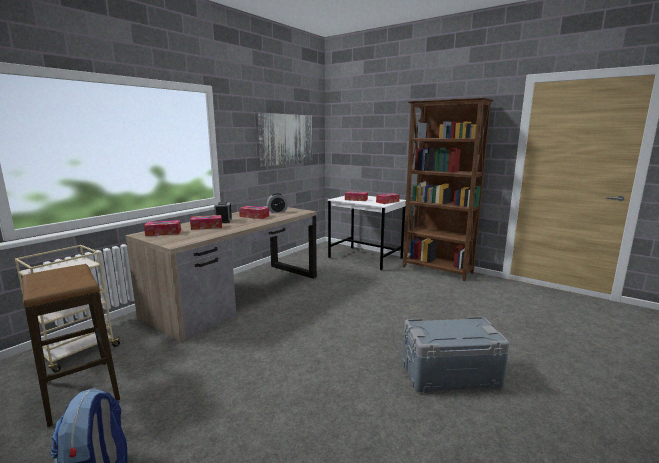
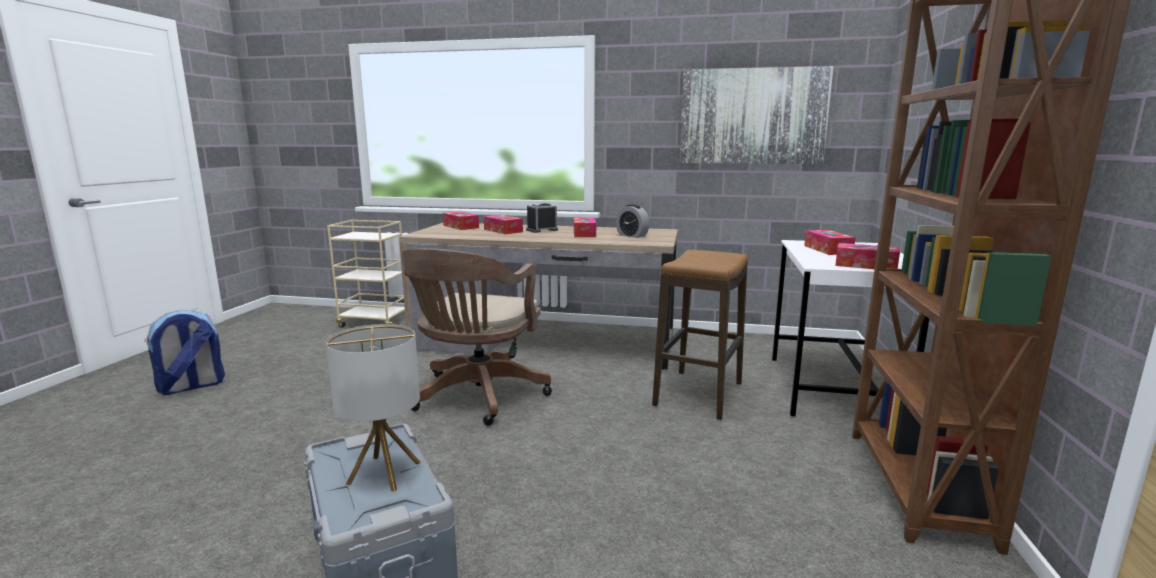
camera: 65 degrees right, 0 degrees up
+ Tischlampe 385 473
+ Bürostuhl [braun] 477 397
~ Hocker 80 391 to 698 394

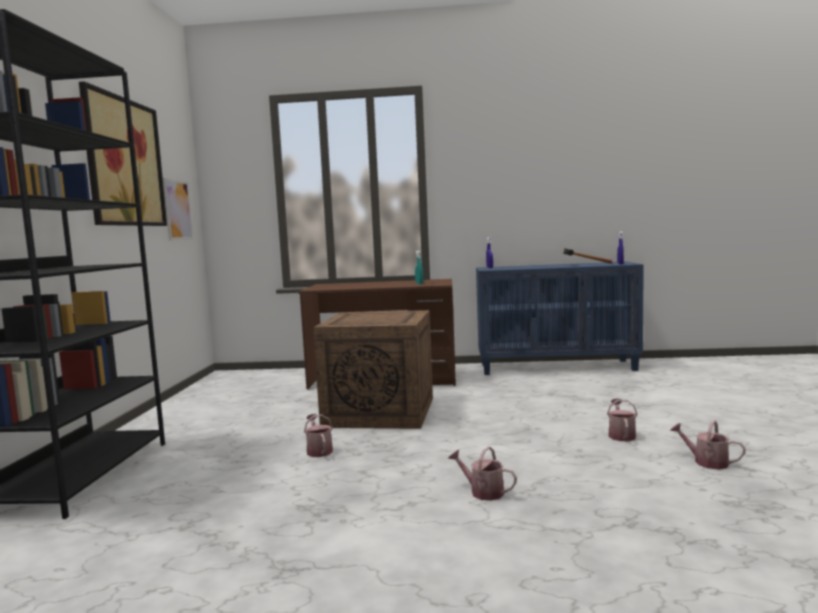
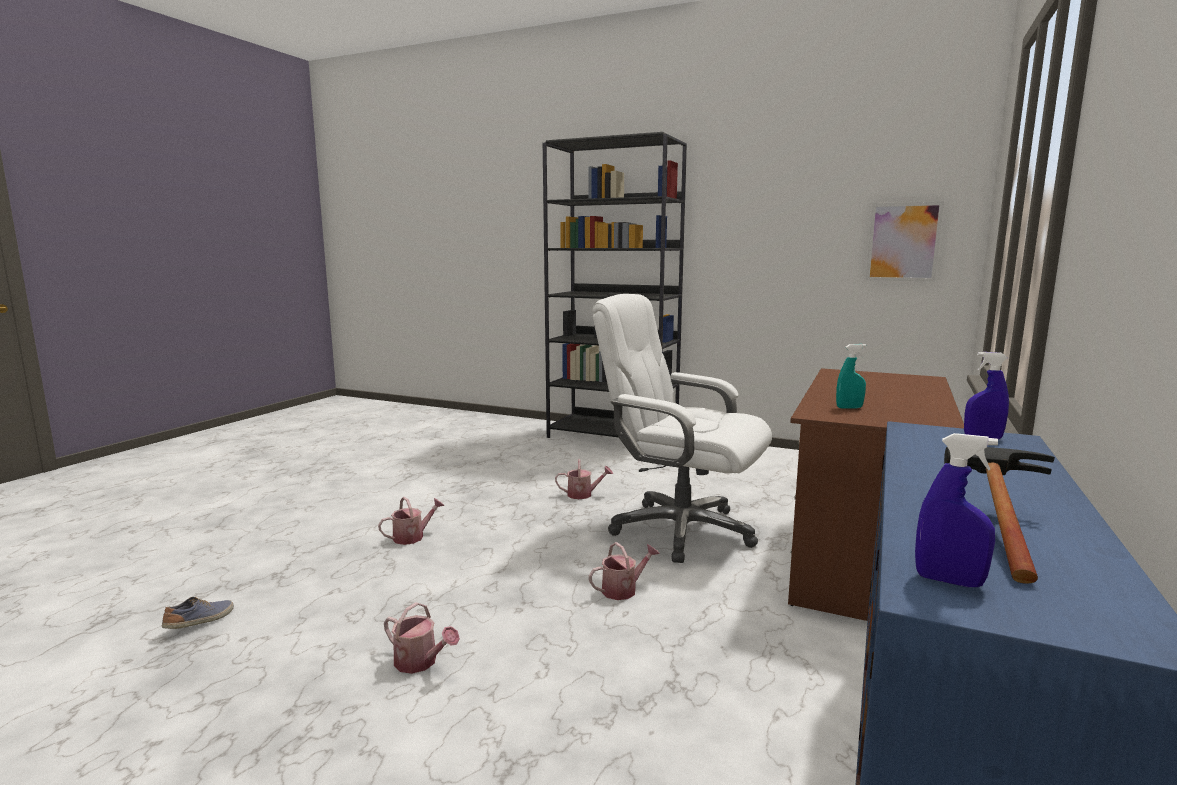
camera: 110 degrees right, 5 degrees up
+ Schuh 201 622
~ Gießkanne 706 462 to 623 589
~ Kiste 378 412 to Bürostuhl [weiß] 680 530
- Bild 124 162

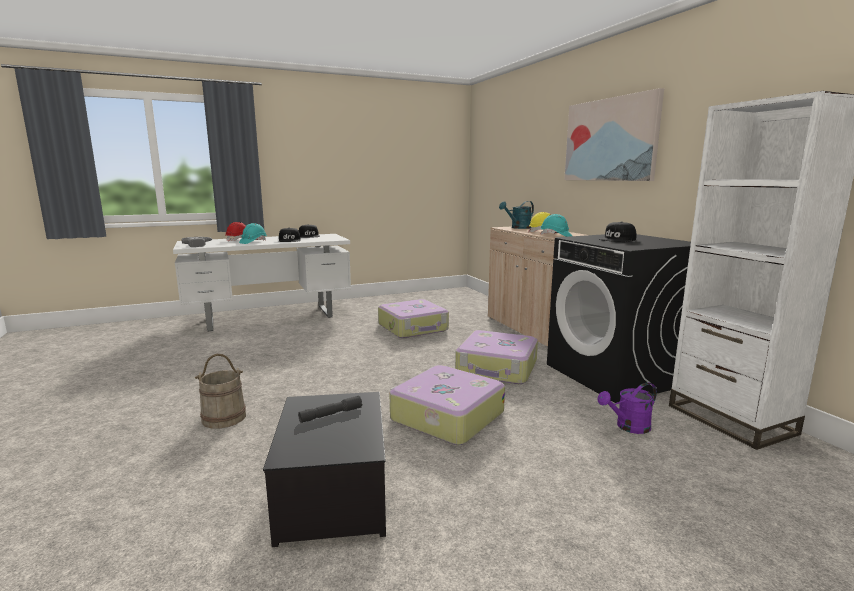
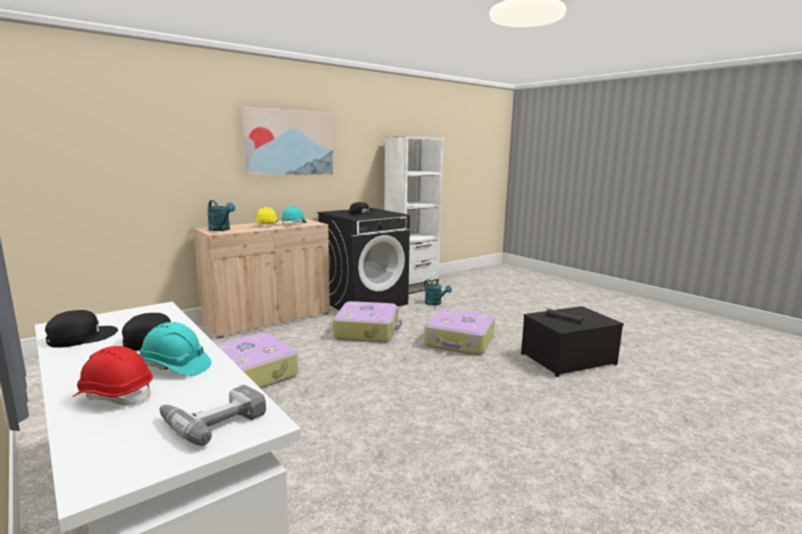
camera: 105 degrees left, 0 degrees up
~ Gießkanne [lila] 628 427 to Gießkanne [türkis] 435 303
- Eimer [beige] 224 418

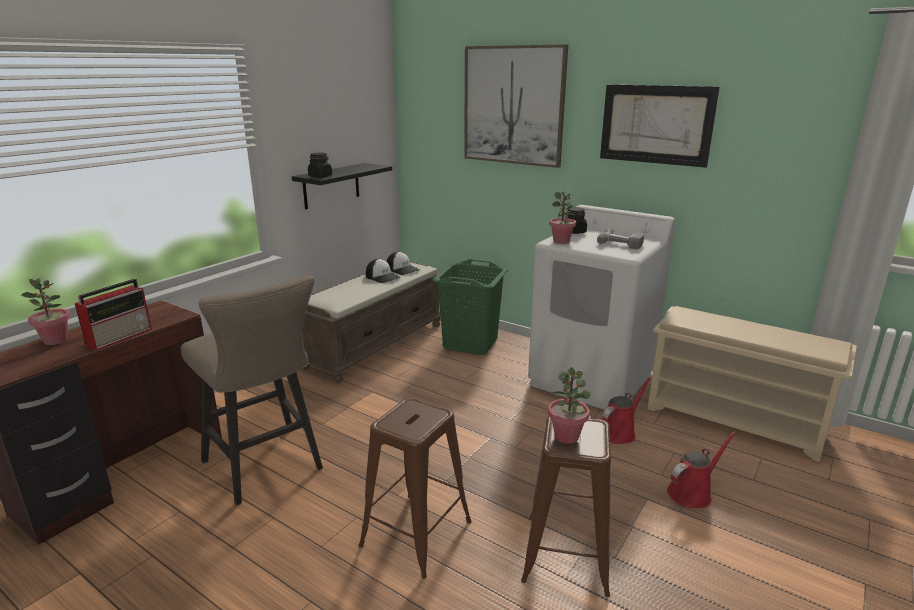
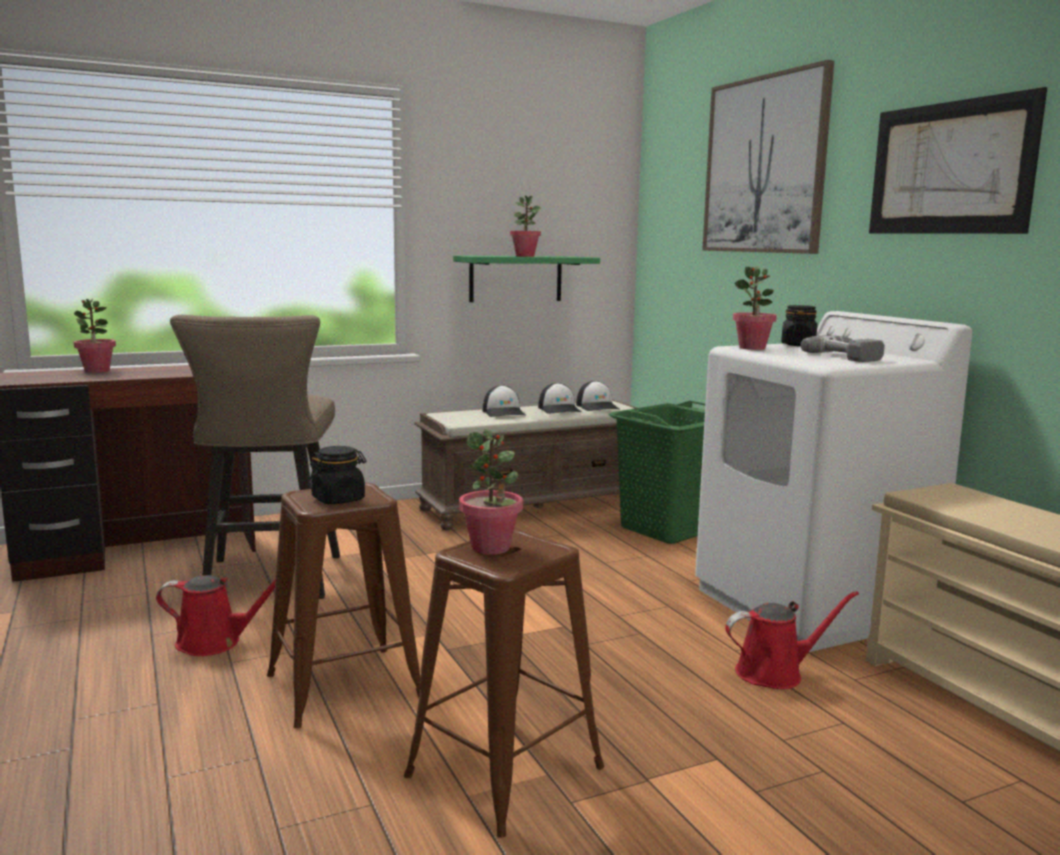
camera: 30 degrees right, 10 degrees down
~ Gießkanne [rot] 692 493 to 215 642
~ Vorratsglas [schwarz] 320 176 to 338 499
~ Wandregal [schwarz] 331 185 to Wandregal [grün] 516 278
+ Kappe 504 412
+ Topfpflanze 525 256
- Radio 120 336

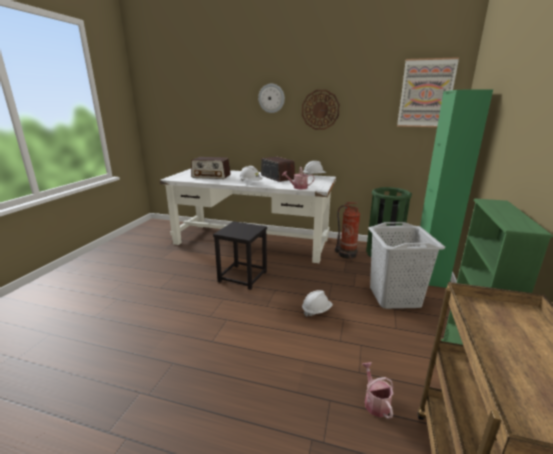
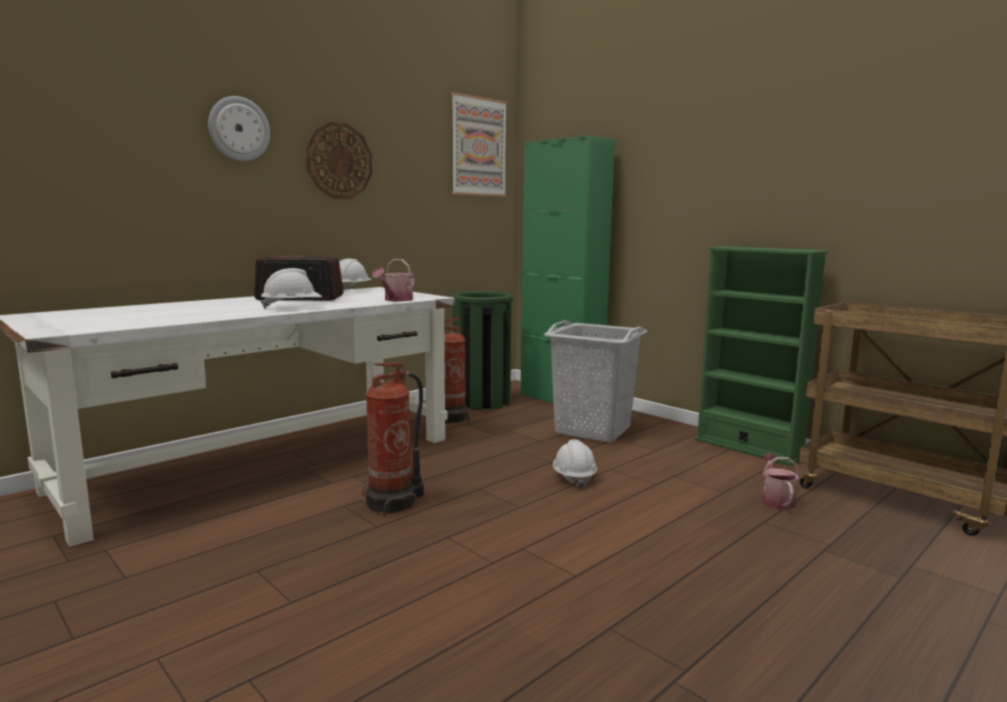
camera: 60 degrees left, 10 degrees down
~ Hocker [schwarz] 242 277 to Feuerlöscher 393 503
~ Gießkanne 375 402 = 776 500 75 degrees clockwise
- Radio 211 176

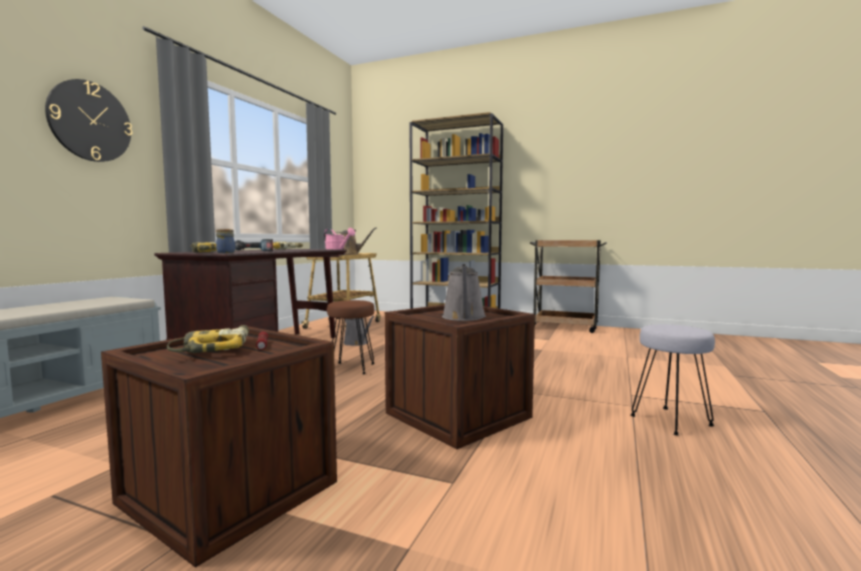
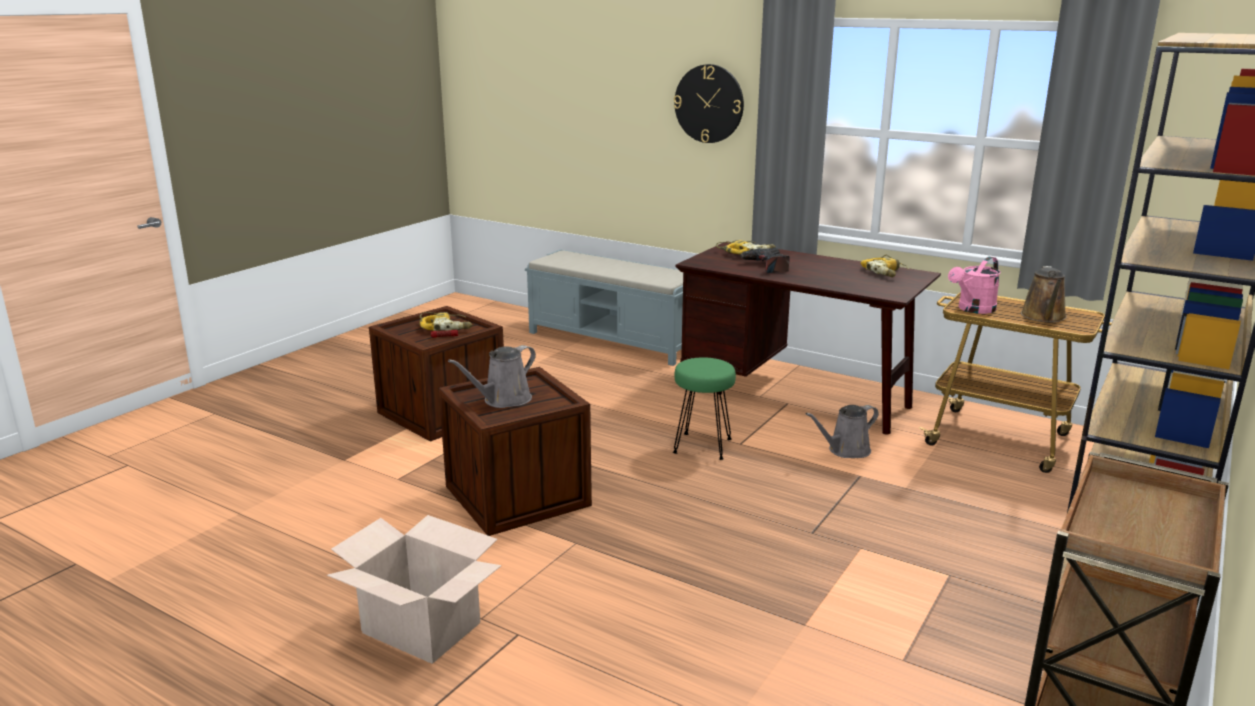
camera: 100 degrees right, 15 degrees up
~ Hocker [grau] 671 421 to Karton 420 628
~ Gießkanne [grau] 464 318 = 503 400 60 degrees counterclockwise
~ Hocker [braun] 352 368 to Hocker [grün] 702 446
- Vorratsglas 226 252

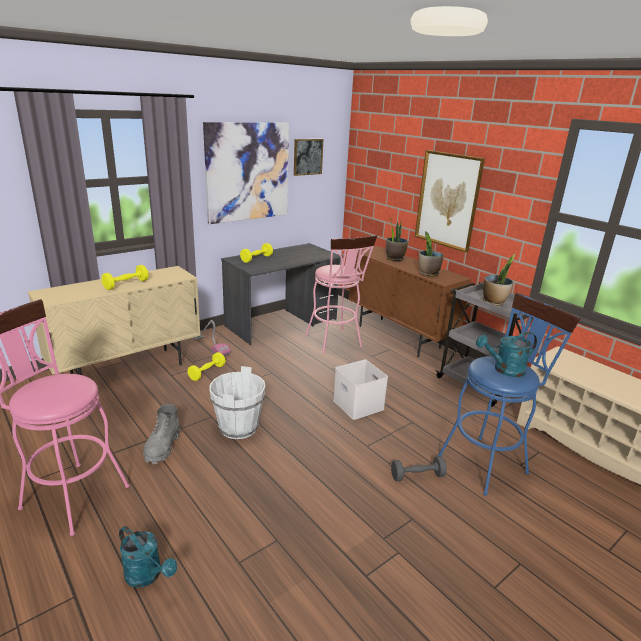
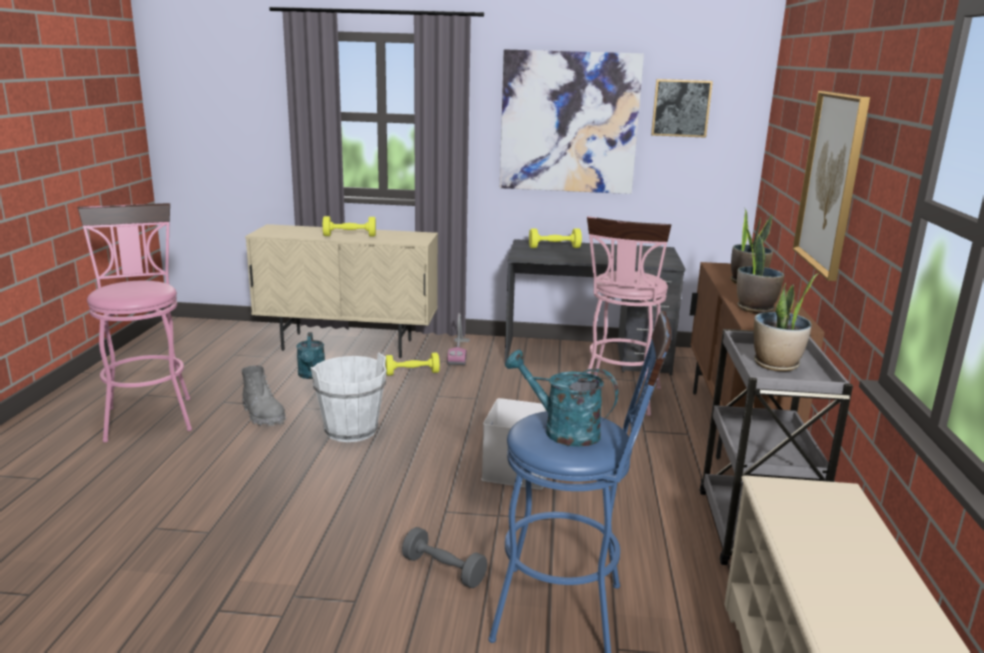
camera: 45 degrees right, 5 degrees down
~ Stiefel [grau] 162 447 = 263 415 90 degrees counterclockwise
~ Gießkanne [türkis] 147 575 to 312 375

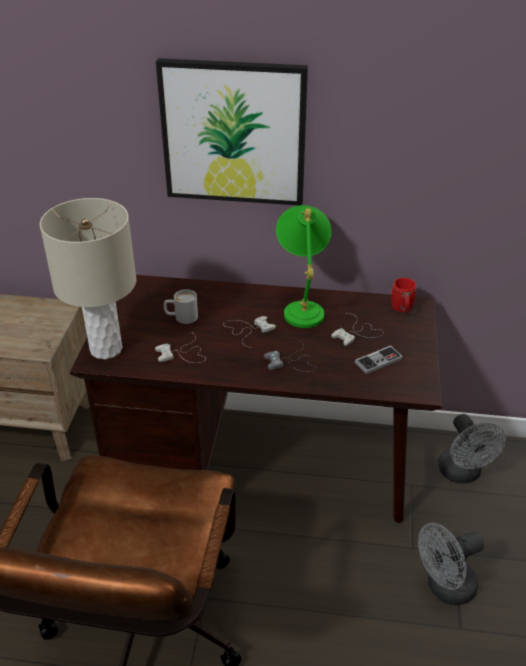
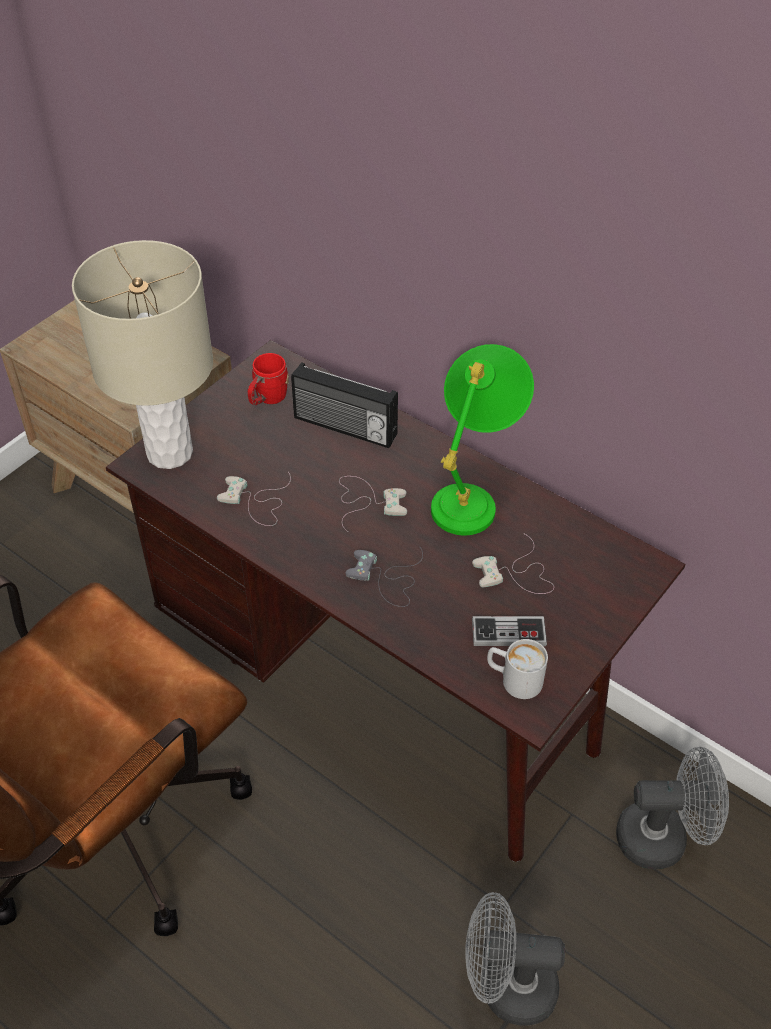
camera: 30 degrees right, 10 degrees up
~ Henkelbecher [rot] 402 309 to 267 399
+ Radio 344 428
~ Henkelbecher [weiß] 181 317 to 513 679
~ Ventilator [grau] 462 474 = 663 837 105 degrees counterclockwise
- Bild 234 133

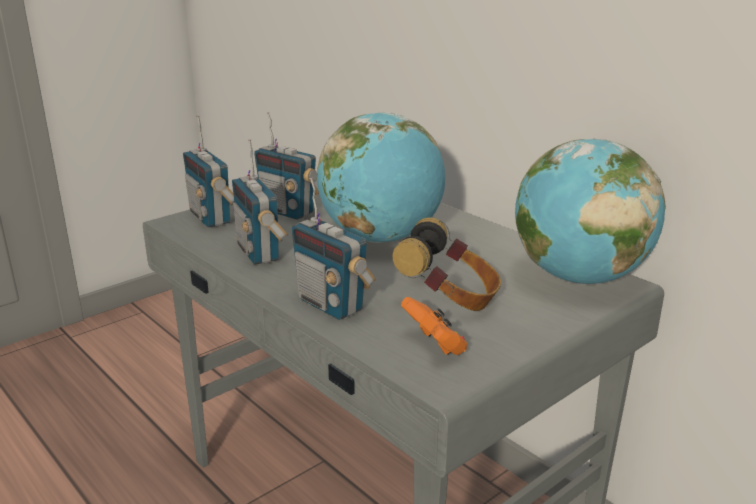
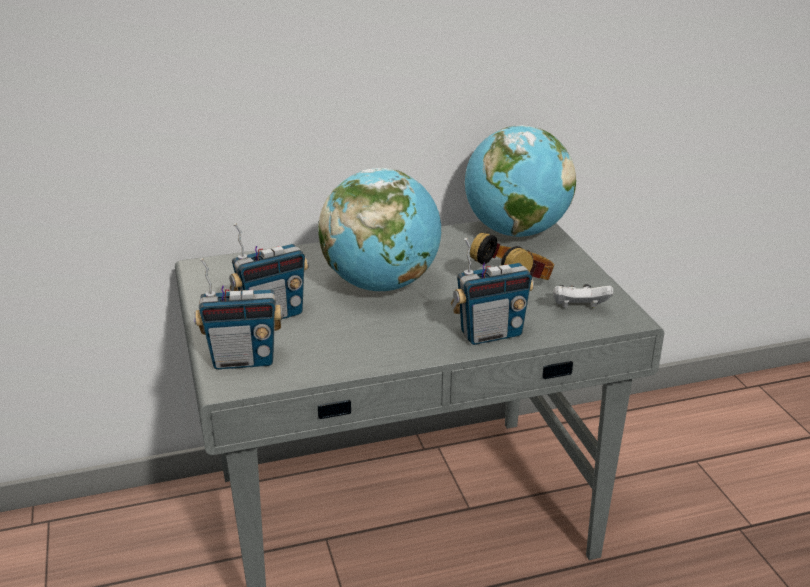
camera: 65 degrees left, 5 degrees up
~ Gamepad [orange] 435 345 to Gamepad [weiß] 579 308
- Radio 260 253

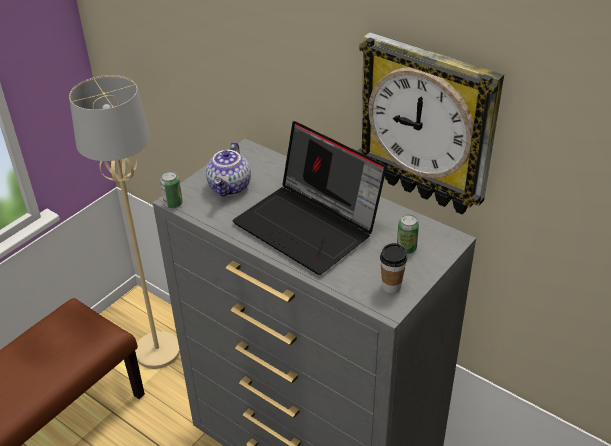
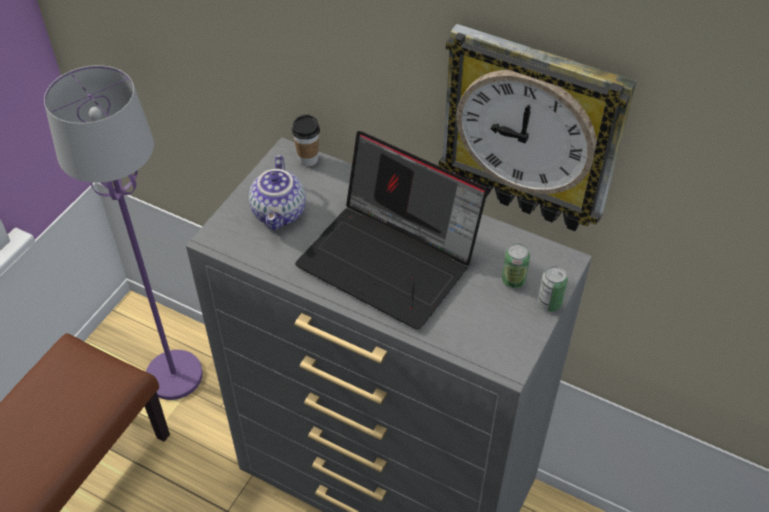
camera: 10 degrees left, 10 degrees up
~ Stehlampe [beige] 157 351 to Stehlampe [lila] 174 376
~ Tasse 391 286 to 308 159
~ Dose 173 204 to 549 303

